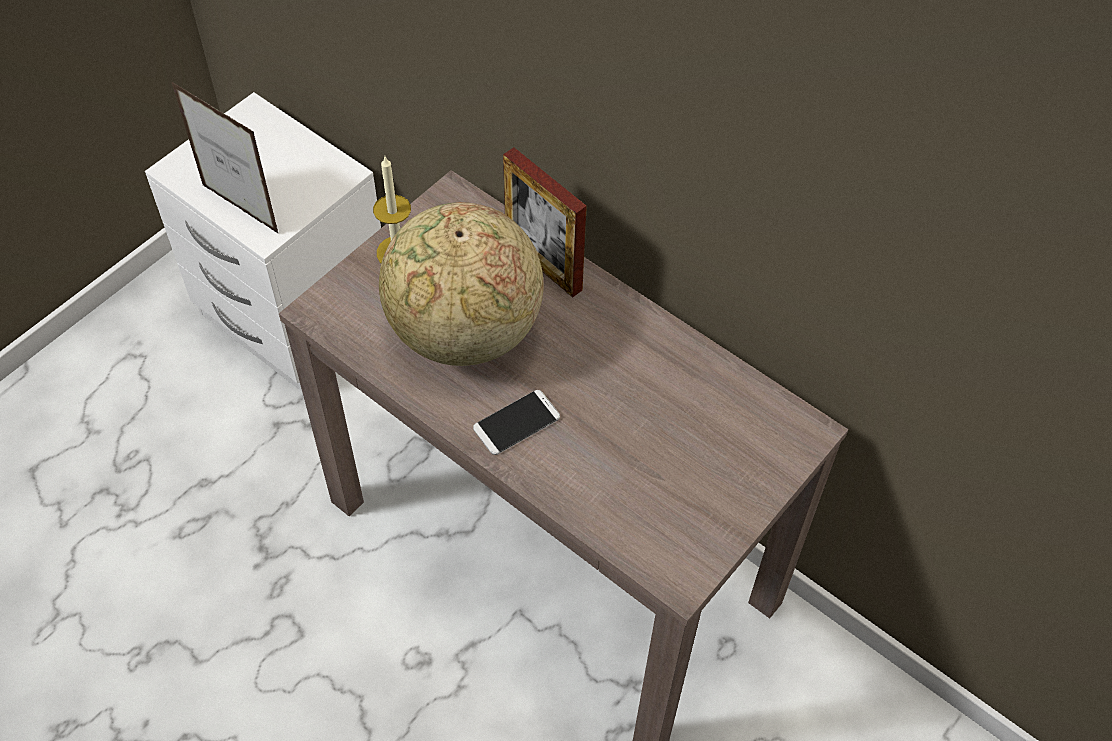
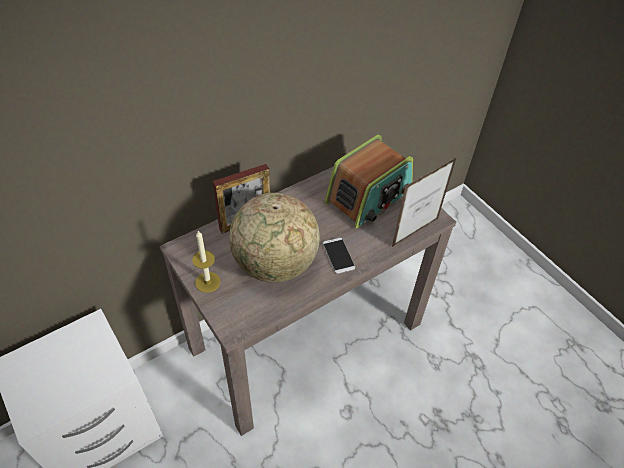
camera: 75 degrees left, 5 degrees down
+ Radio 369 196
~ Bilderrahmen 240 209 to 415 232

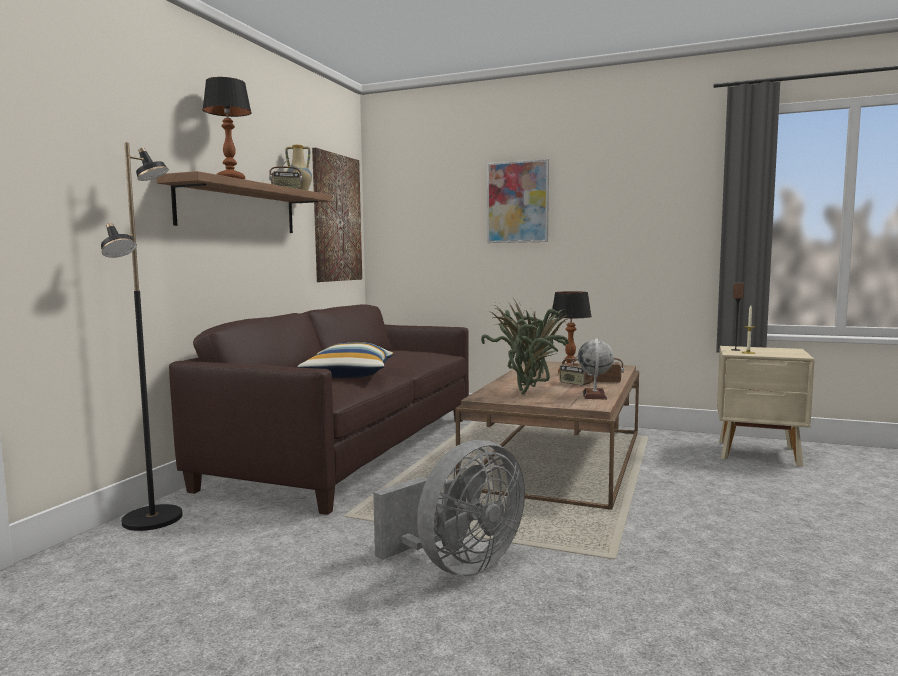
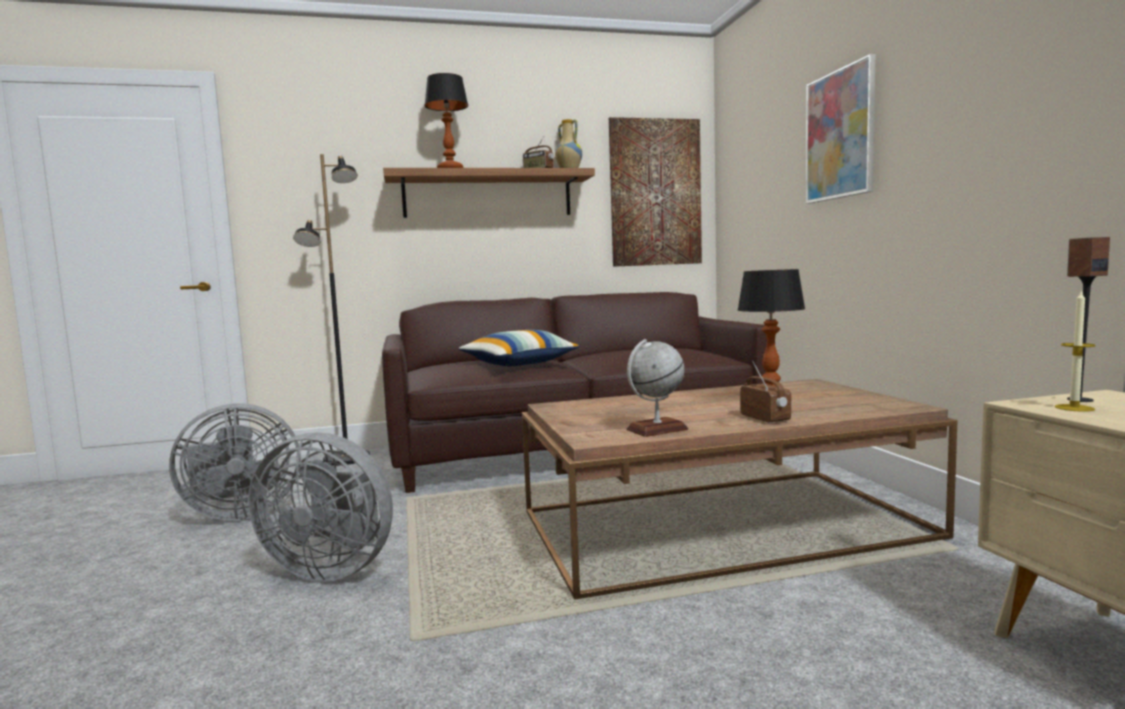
camera: 55 degrees right, 0 degrees up
+ Ventilator [grau] 239 513
- Topfpflanze 530 393
- Radio 575 384

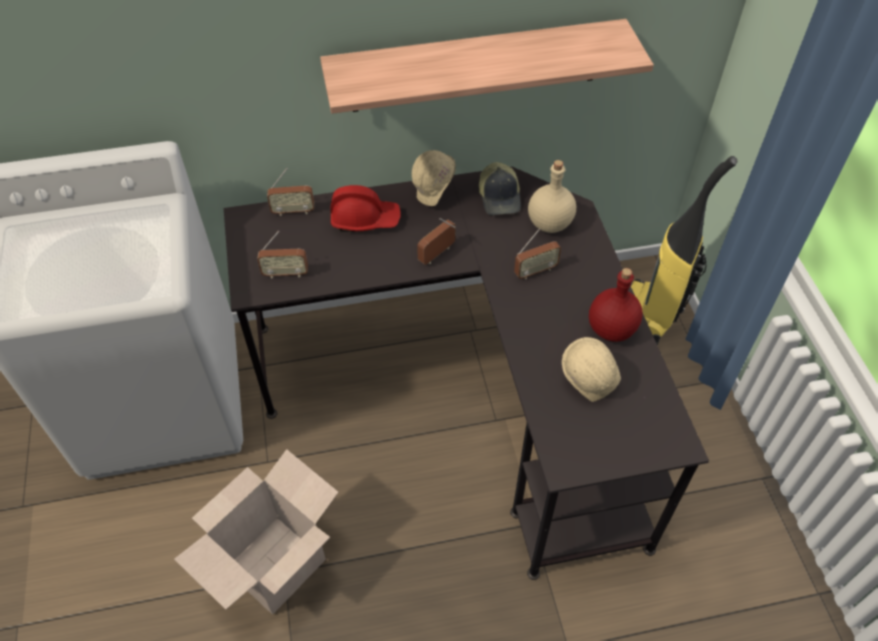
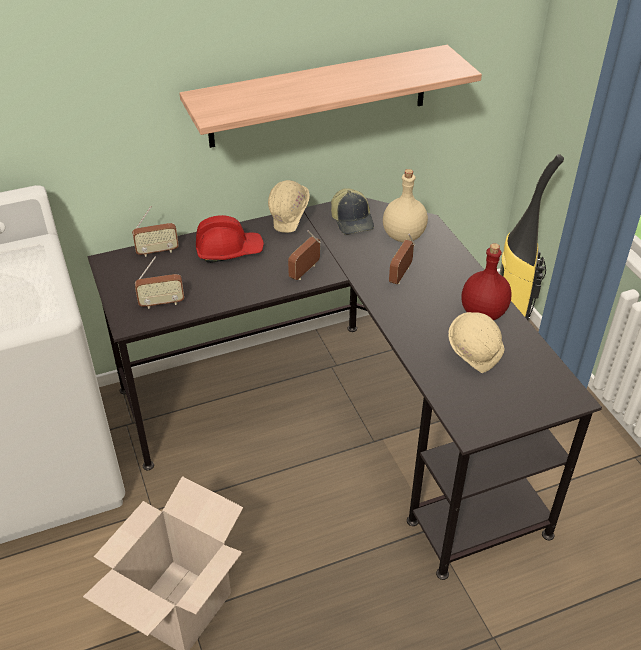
camera: 10 degrees left, 10 degrees down
~ Radio 535 271 = 401 275 150 degrees clockwise

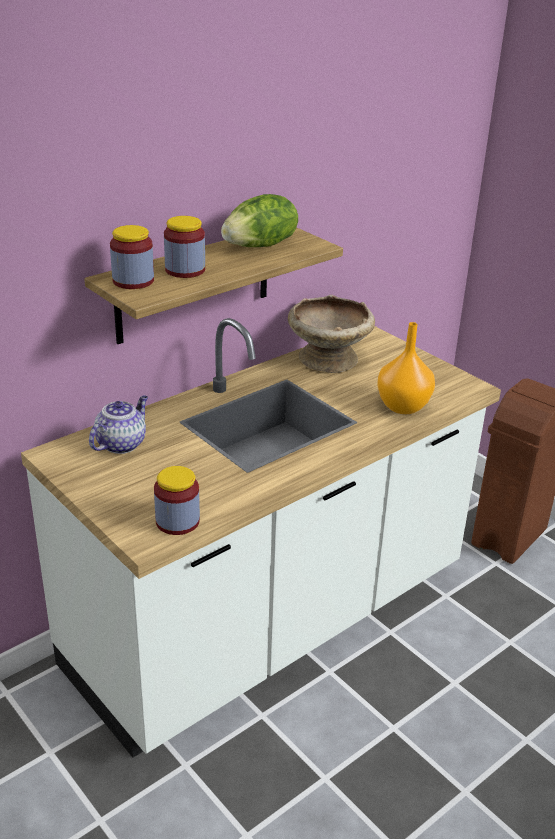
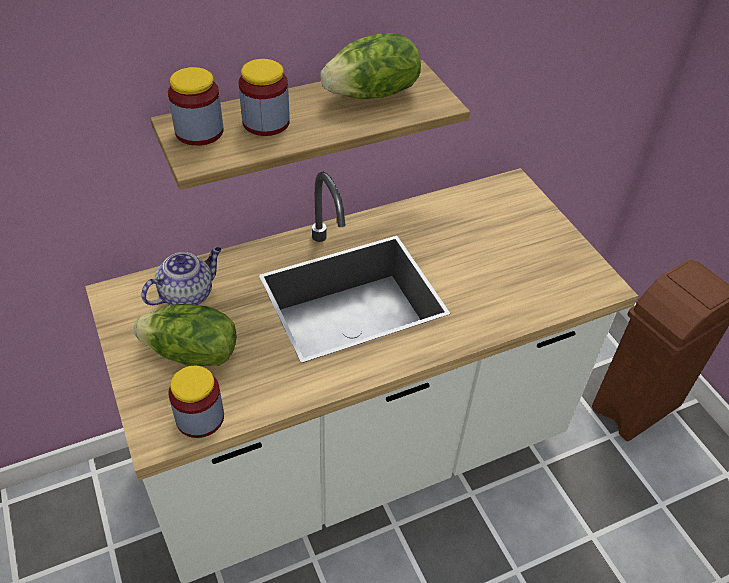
camera: 15 degrees right, 15 degrees up
+ Salatkopf 192 354
- Schüssel [beige] 328 357
- Vase [orange] 404 406

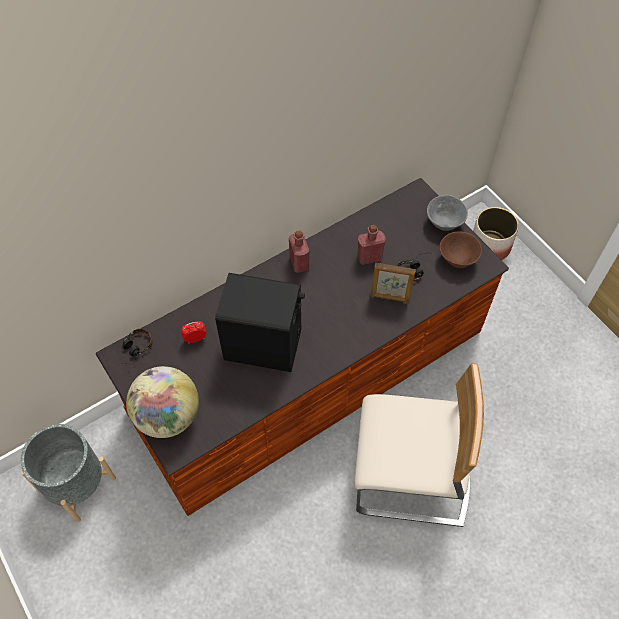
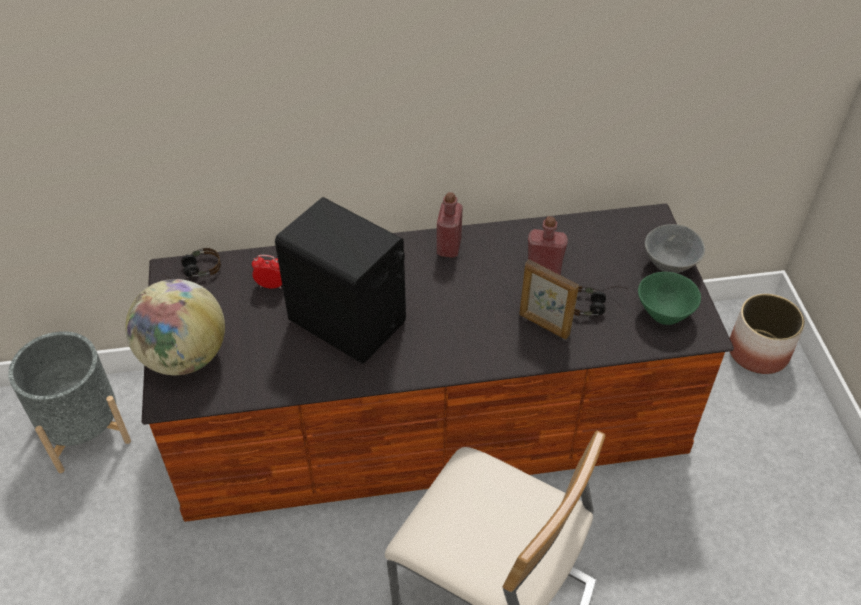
camera: 25 degrees right, 10 degrees down
~ Schüssel [braun] 458 258 to Schüssel [grün] 666 312

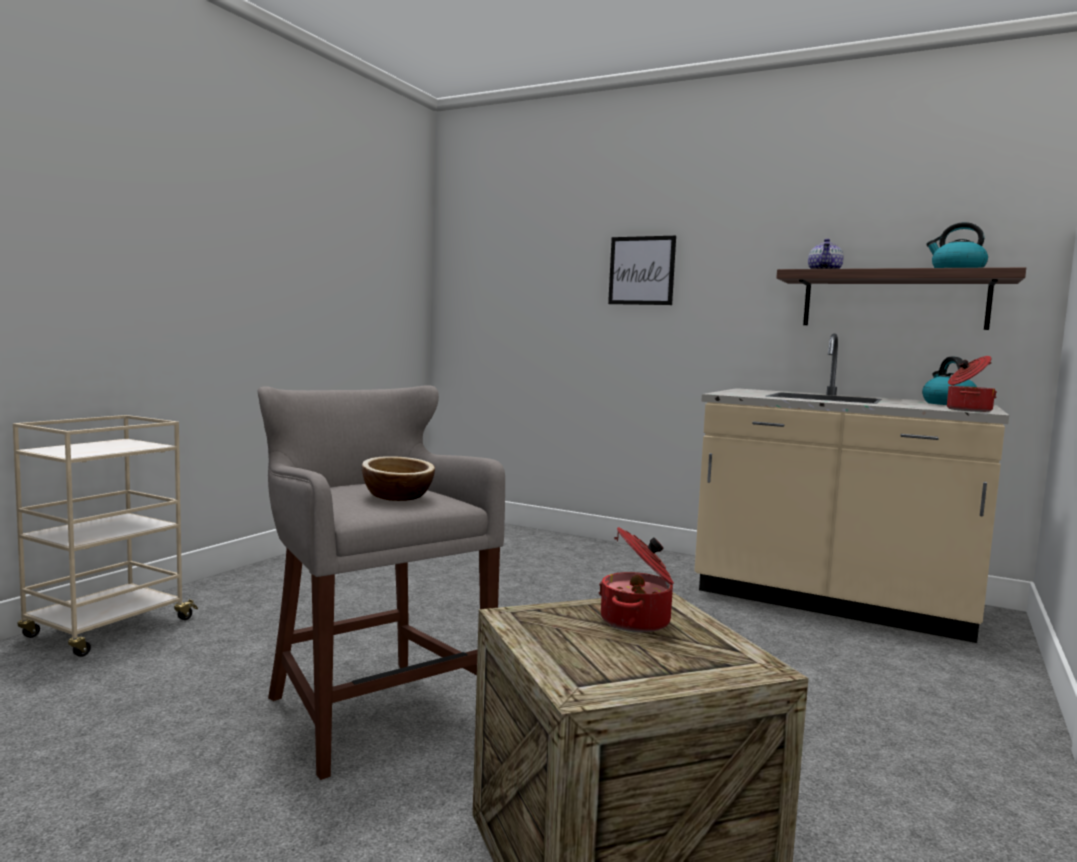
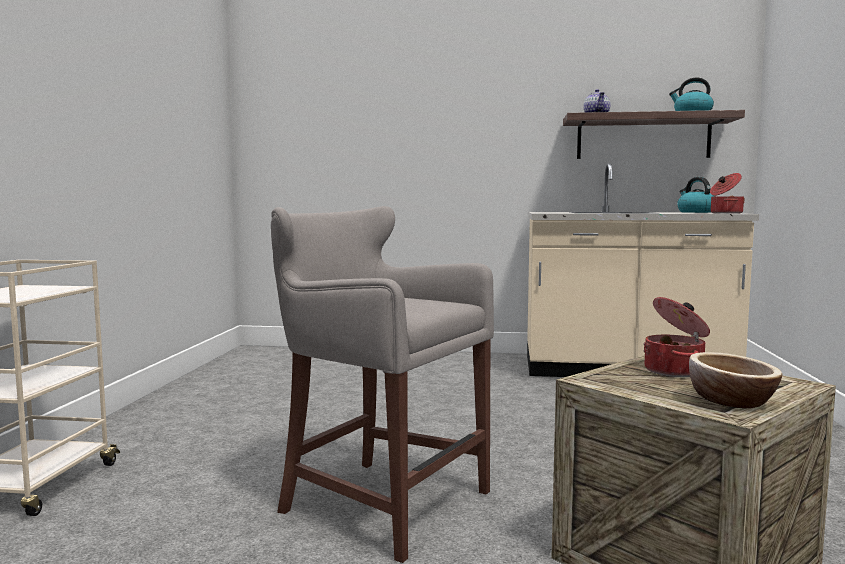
camera: 20 degrees left, 0 degrees up
~ Schüssel 397 496 to 731 401
- Bild 641 270

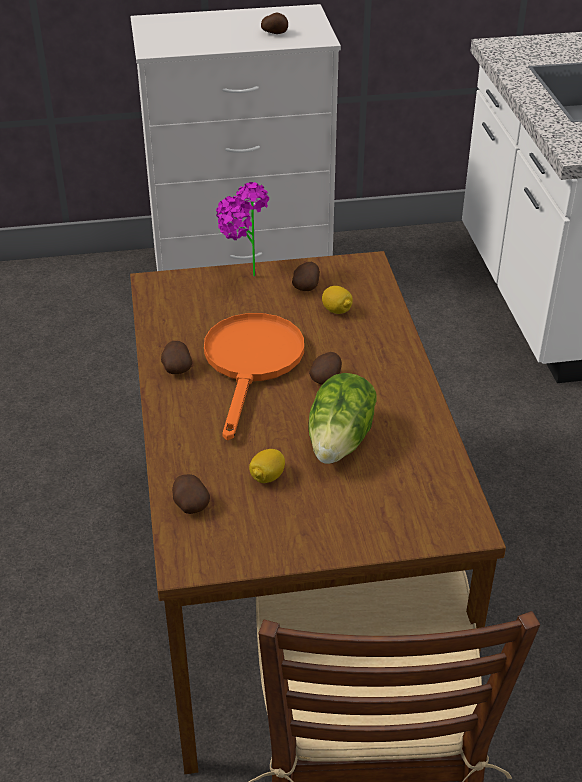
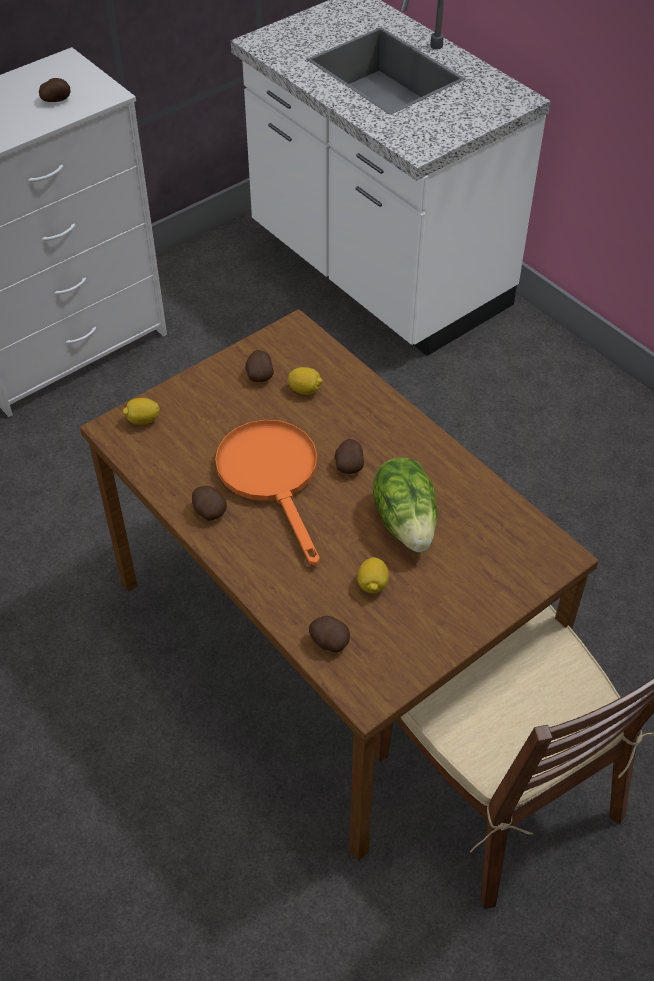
camera: 30 degrees left, 10 degrees up
+ Zitrone 143 420
- Topfpflanze 241 277

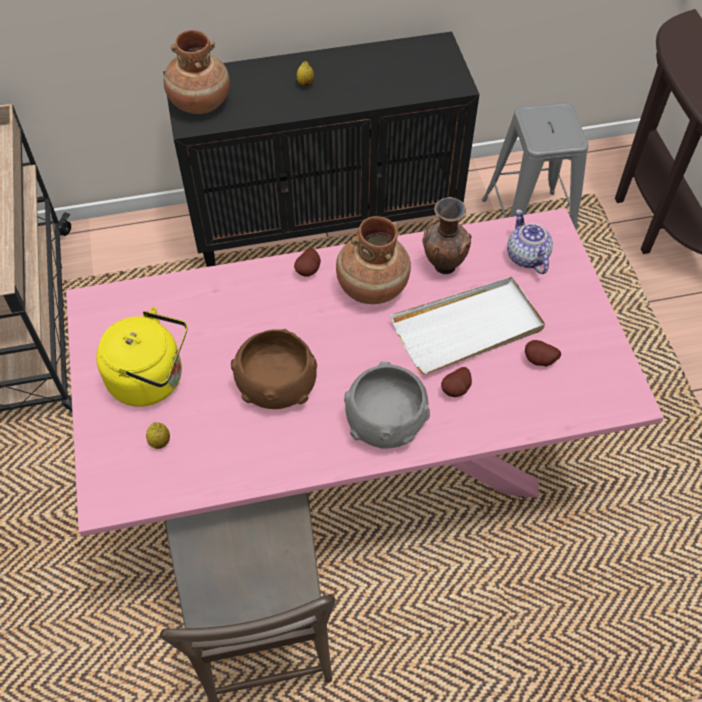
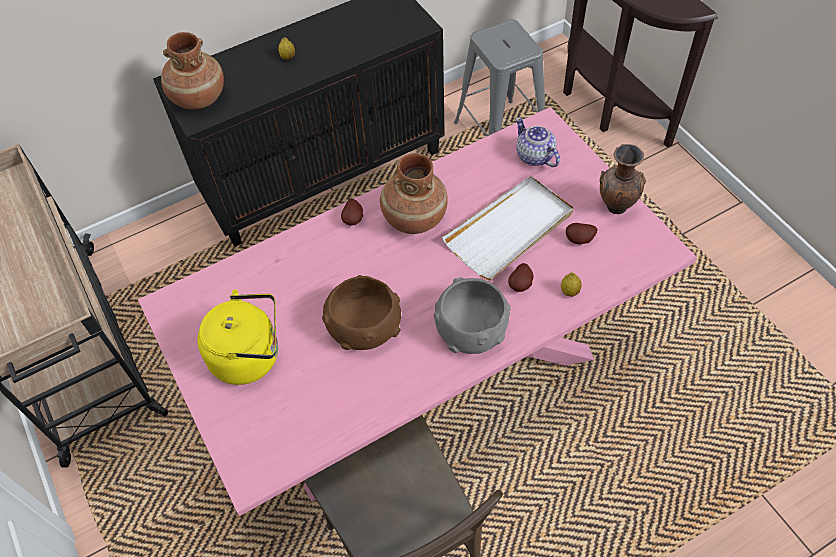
camera: 15 degrees left, 0 degrees up
~ Zitrone 160 442 to 569 291
~ Vase [braun] 442 267 to 615 208

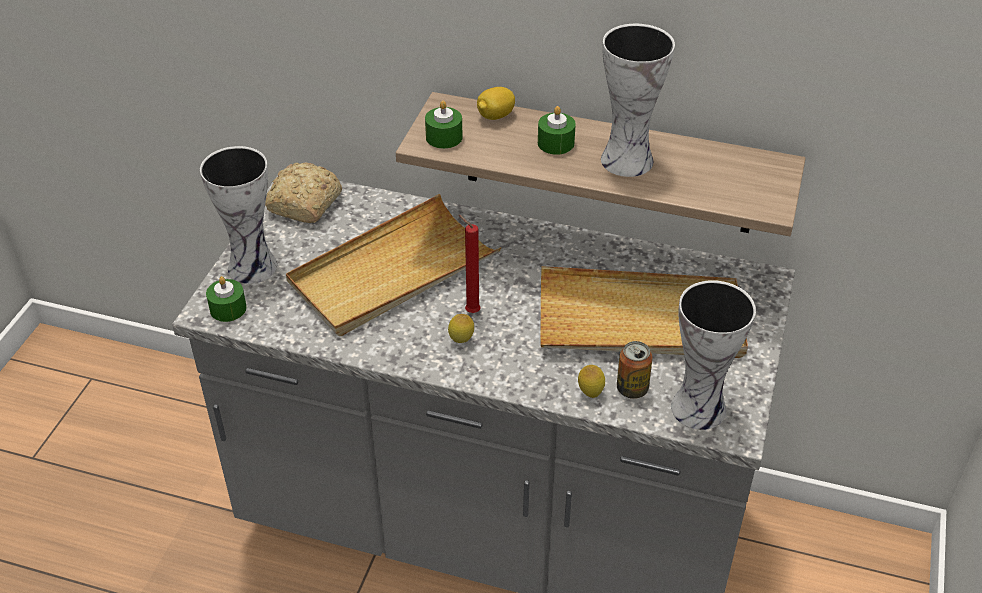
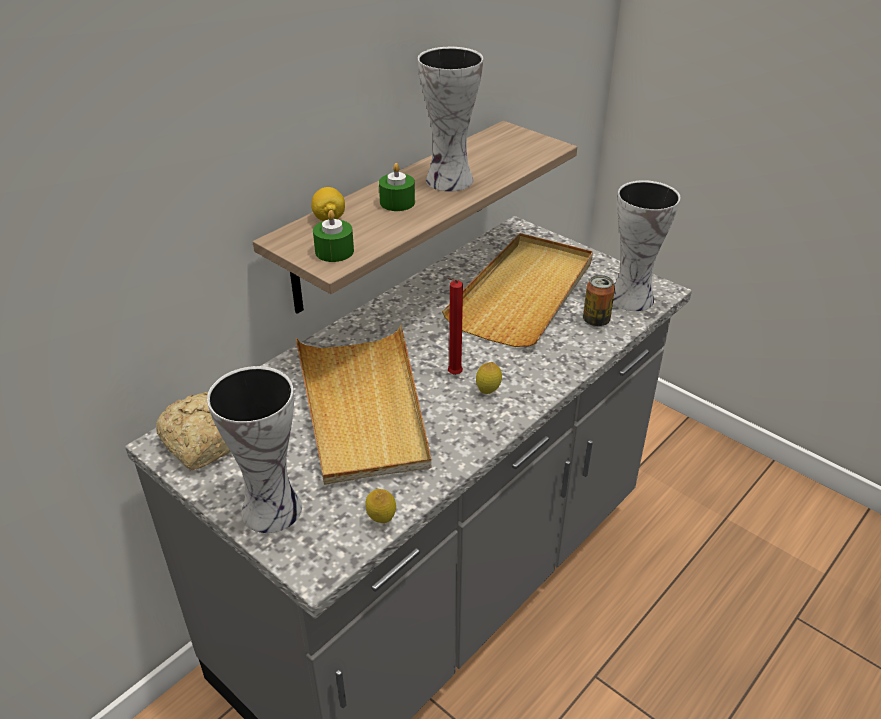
camera: 65 degrees left, 5 degrees down
~ Zitrone 590 393 to 381 520
- Kerze [grün] 228 309

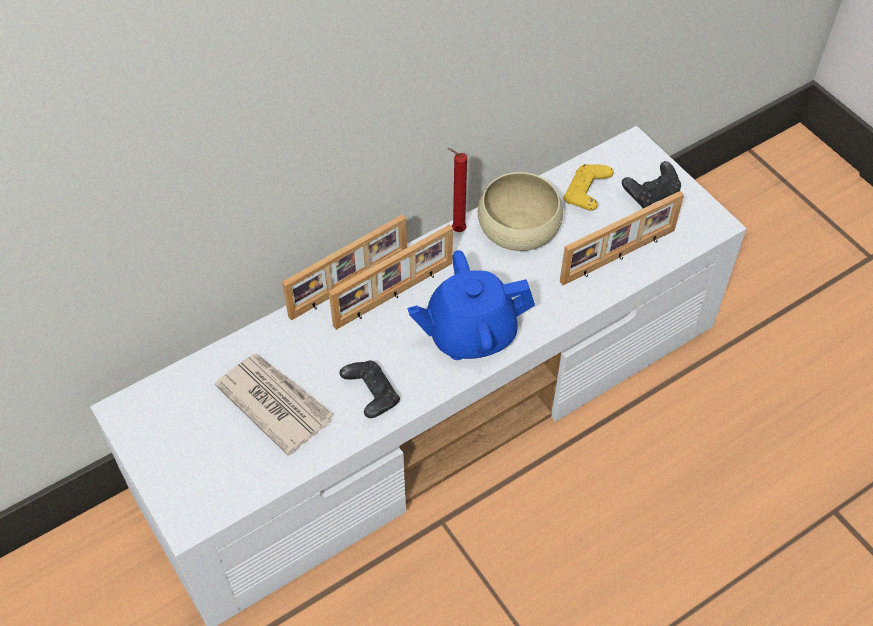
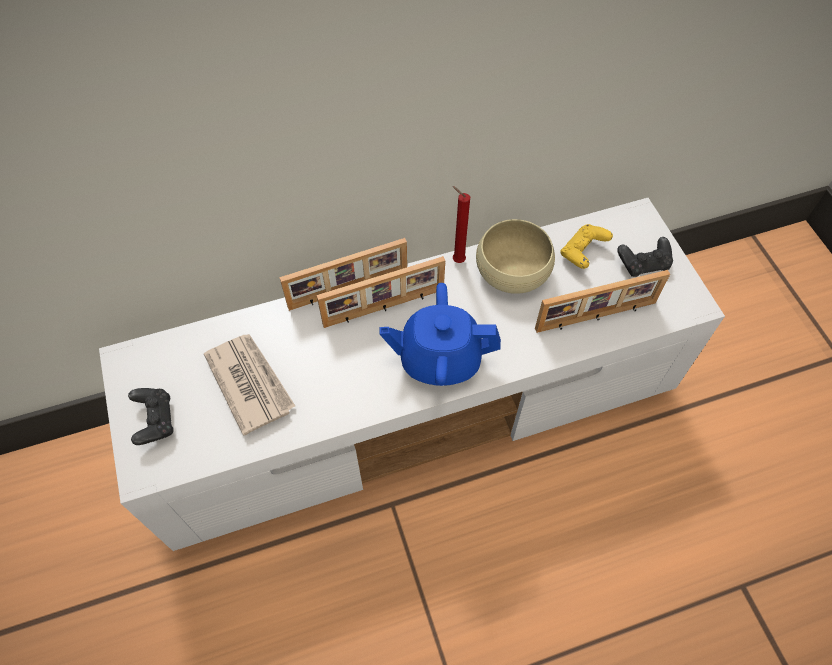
camera: 15 degrees right, 5 degrees up
~ Gamepad [schwarz] 371 395 to 155 420

